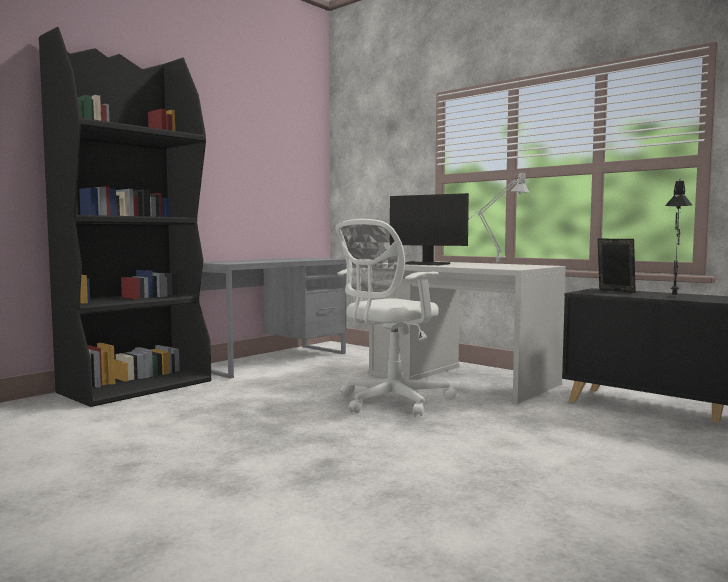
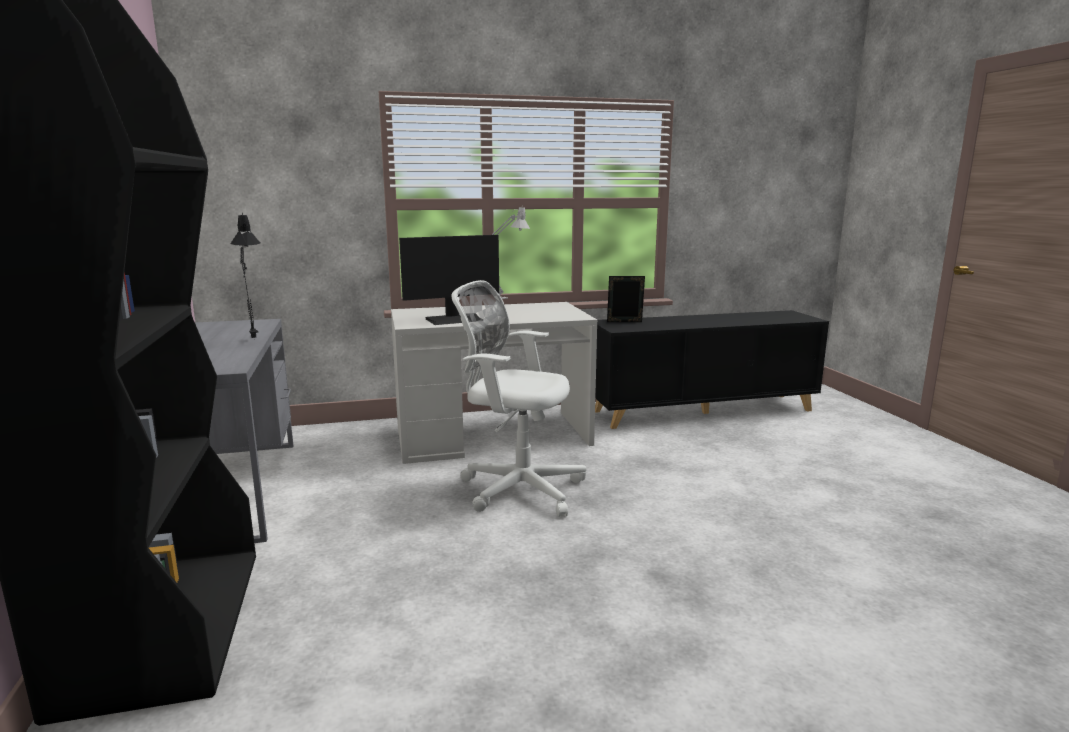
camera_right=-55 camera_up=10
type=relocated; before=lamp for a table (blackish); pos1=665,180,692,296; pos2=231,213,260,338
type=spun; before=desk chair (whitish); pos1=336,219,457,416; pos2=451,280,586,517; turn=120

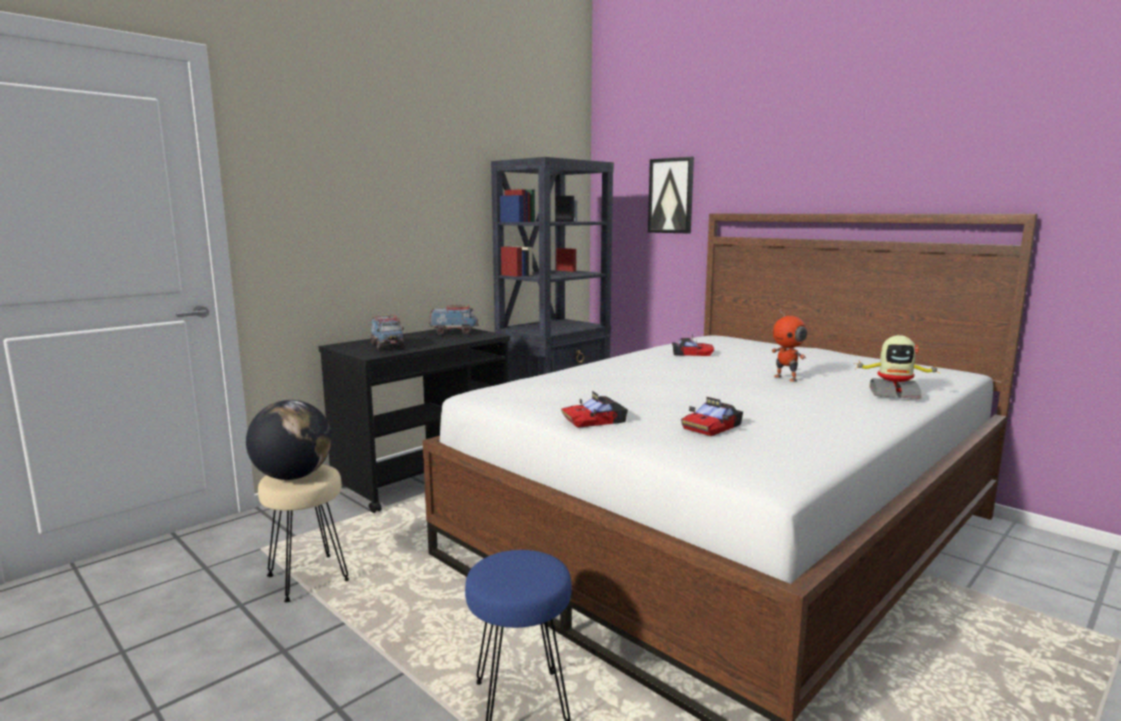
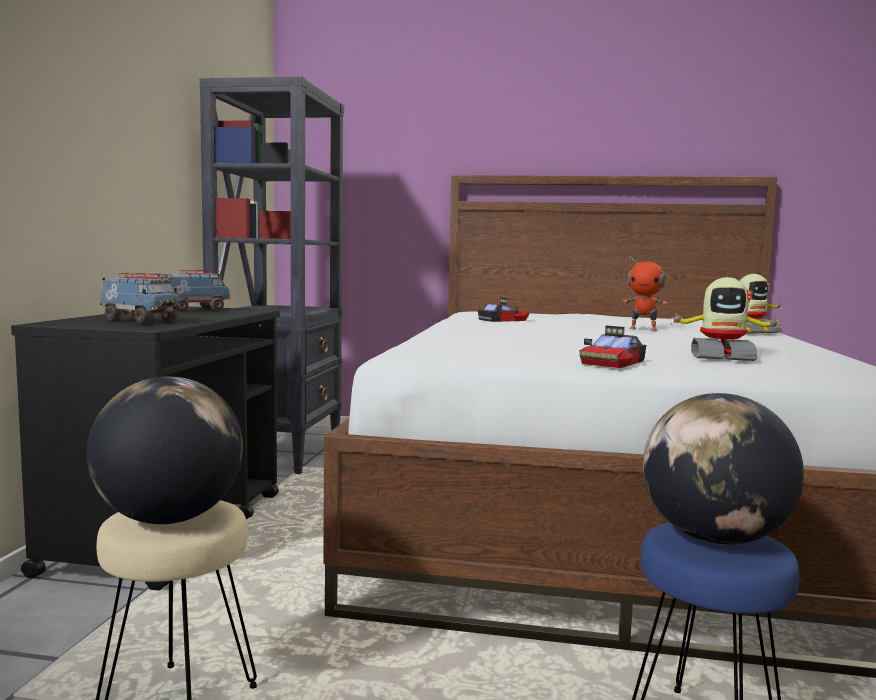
camera_right=-35 camera_up=-5
type=appeared; after=world globe; pos2=643,393,804,545
type=exchanged; before=toy car; after=toy robot; pos1=681,397,743,436; pos2=668,277,783,361
type=missing; before=picture; pos1=648,157,694,233

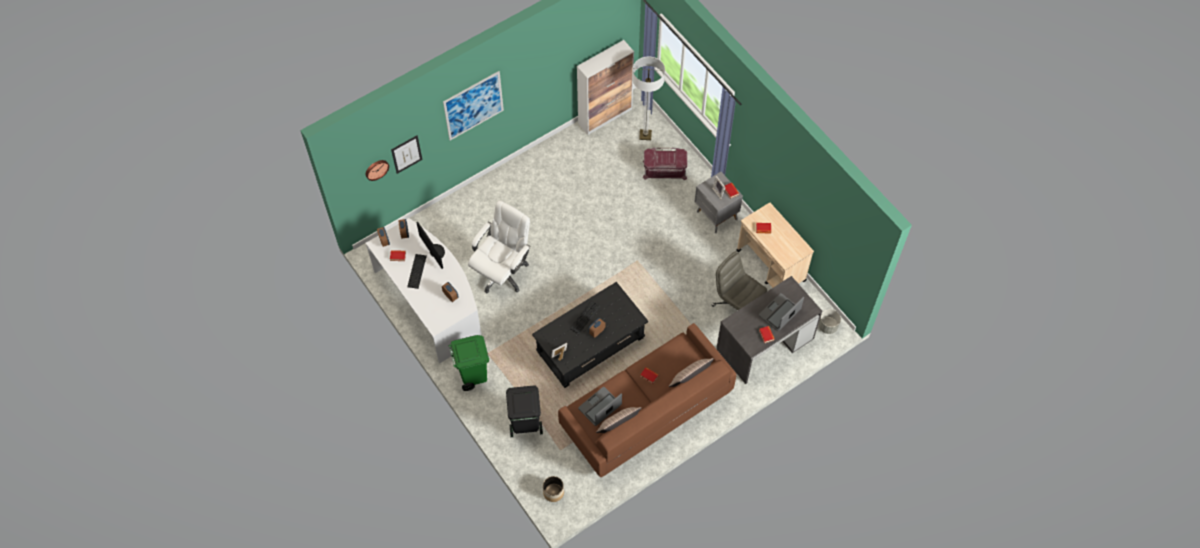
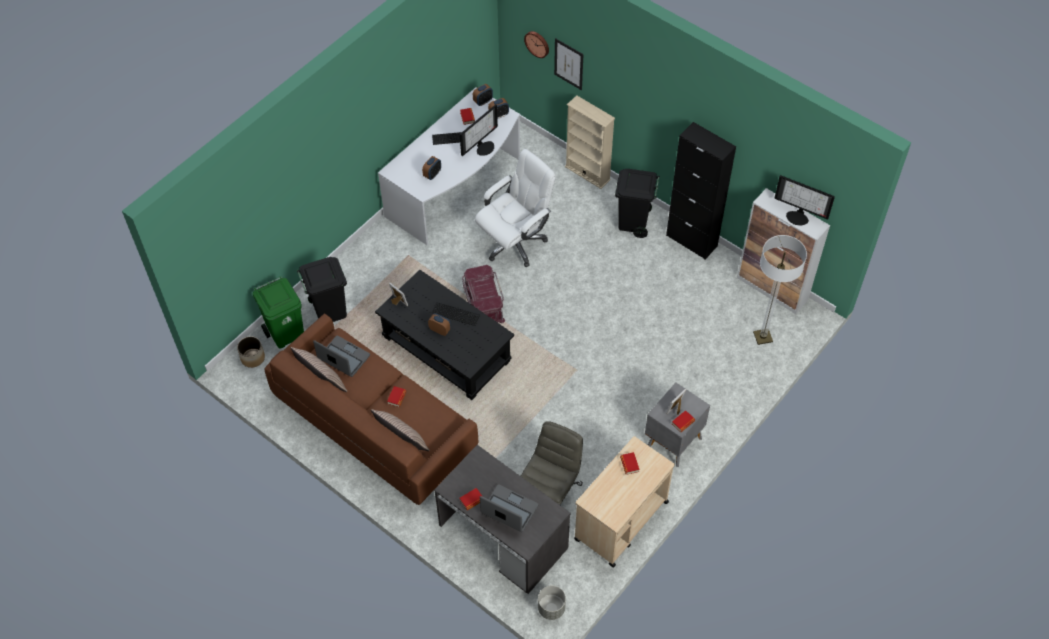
camera_right=75 camera_up=-5
type=relocated; before=trash can (green); pos1=448,335,489,391; pos2=253,276,304,349
type=relocated; before=storage container (red-coloured); pos1=643,148,687,180; pos2=462,265,505,324
type=spun; before=desk chair (whitish); pos1=468,200,531,293; pos2=475,149,556,267; turn=-60
type=appeared; after=bookshelf (beige-coloured); pos2=565,95,615,189
type=appeared; after=trash can (blackish); pos2=615,169,660,238
type=appeared; after=storage cabinet (blackish); pos2=666,122,736,259
type=appeared; after=computer screen; pos2=774,175,835,226
type=missing; before=picture; pos1=443,71,504,140

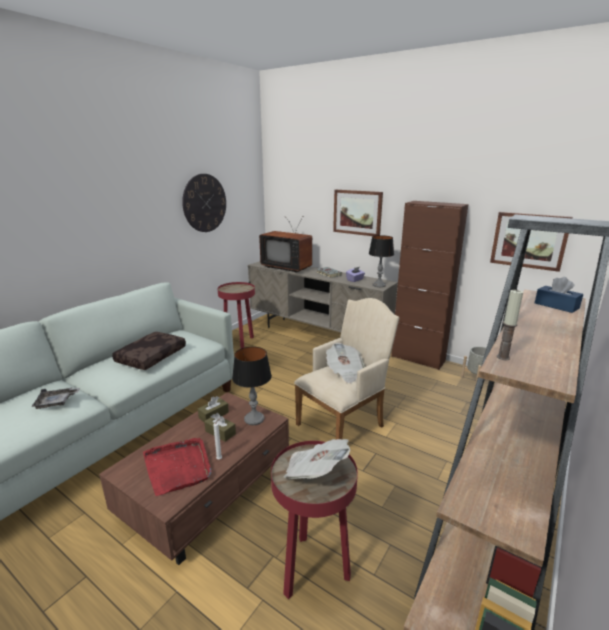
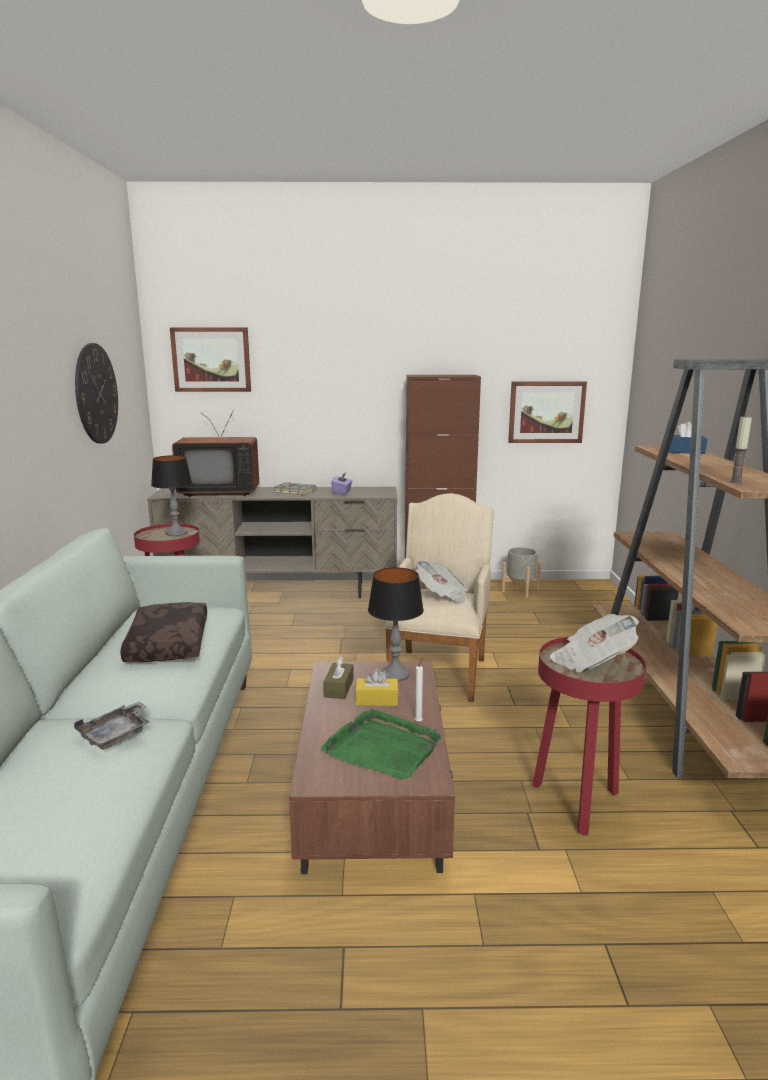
camera_right=-35 camera_up=-5
type=relocated; before=lamp for a table; pos1=369,235,394,287; pos2=151,455,192,536
type=relocated; before=picture; pos1=333,190,383,236; pos2=170,327,251,392
type=colour; before=serving tray (red-coloured); after=serving tray (green); pos1=143,438,212,496; pos2=321,708,442,780
type=colour; before=tissue holder (brown-coloured); after=tissue holder (yellow); pos1=204,413,236,442; pos2=355,669,399,706

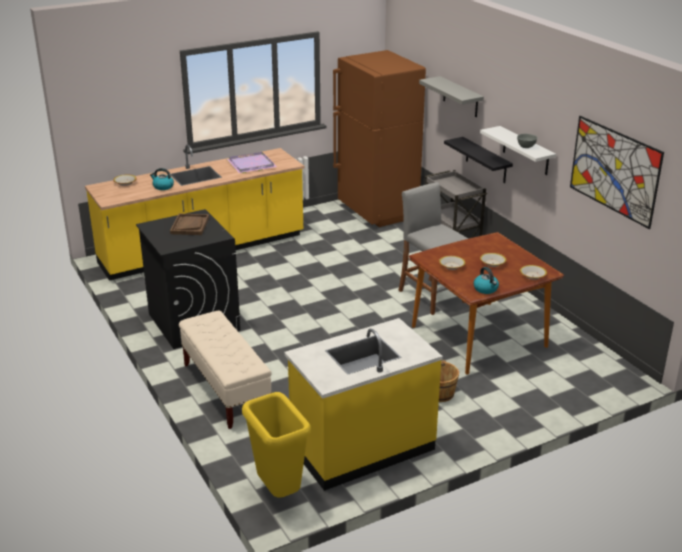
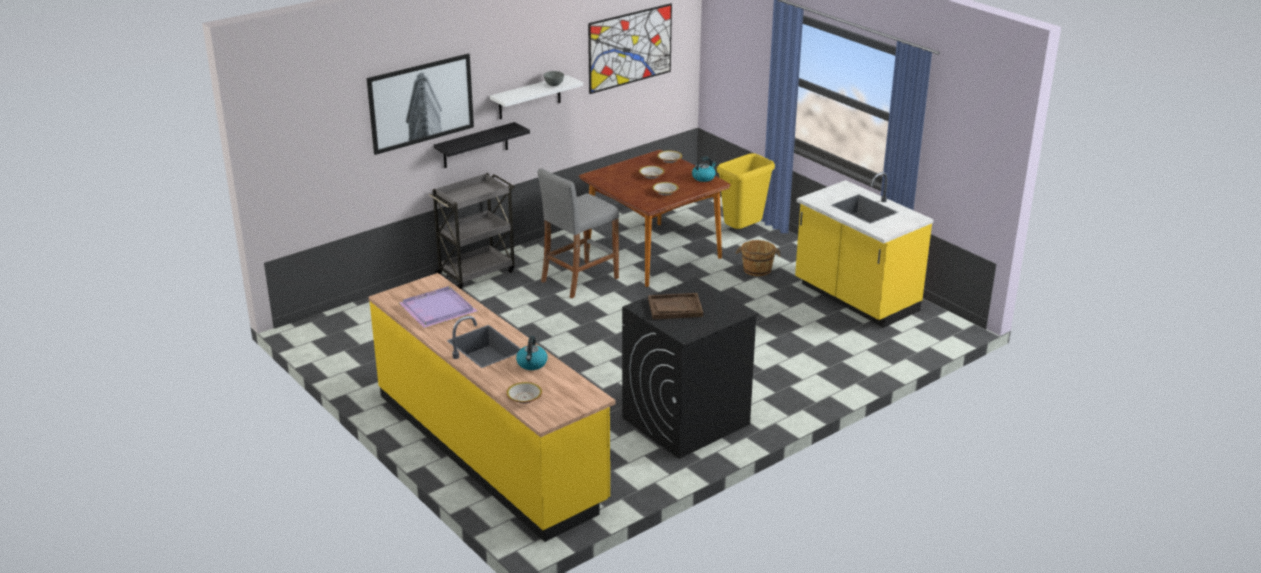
camera_right=-100 camera_up=0
type=exchanged; before=shelf (grey); after=picture; pos1=419,76,484,117; pos2=367,54,474,155
type=relocated; before=trash can (yellow); pos1=242,392,311,498; pos2=717,153,775,229
type=missing; before=indoor bench (beige-coloured); pos1=179,311,272,429
type=missing; before=kitchen fridge (brown-coloured); pos1=333,50,426,227

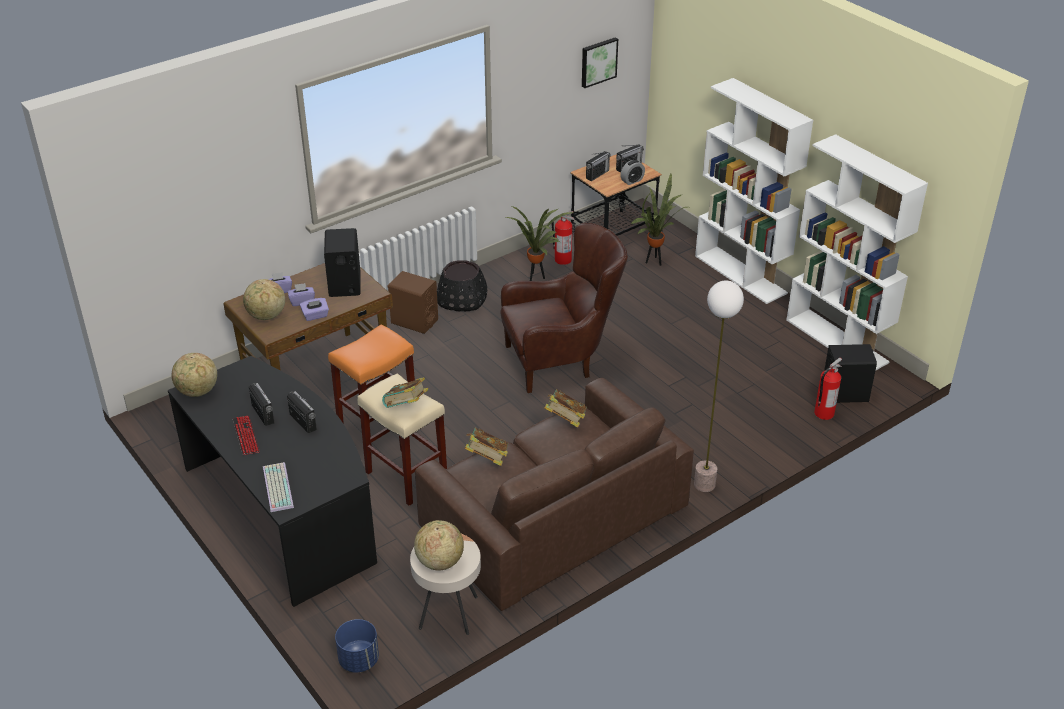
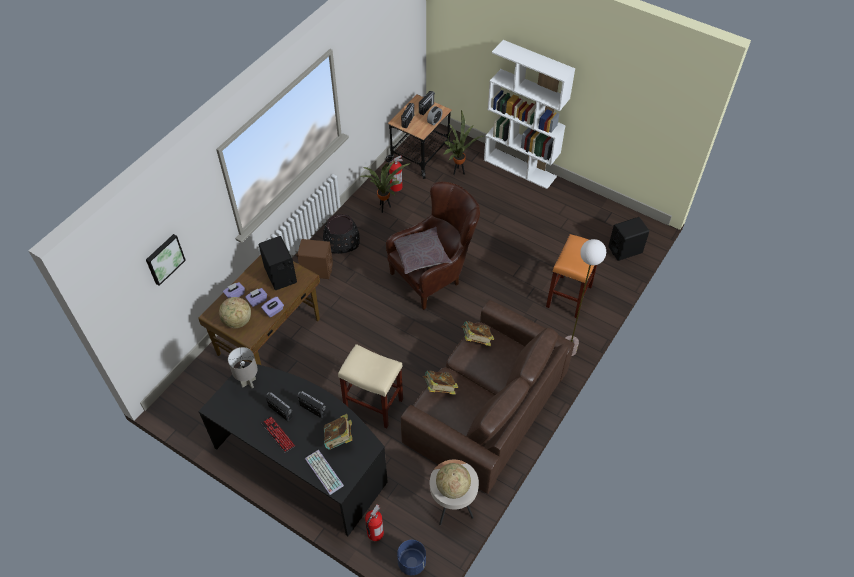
camera_right=-20 camera_up=15
type=relocated; before=picture; pos1=582,38,618,88; pos2=146,234,186,286
type=appeared; after=lamp for a table (grey); pos2=228,347,258,388
type=relocated; before=bound book; pos1=382,377,428,408; pos2=324,414,352,450
type=relocated; before=extinguisher; pos1=814,358,842,420; pos2=365,504,384,541
type=appeared; after=throw pillow (grey); pos2=394,227,452,274
type=relocated; before=stool seat (orange); pos1=328,324,415,446; pos2=546,234,597,318
type=missing; before=world globe; pos1=172,353,217,397
type=missing; before=bookshelf (whitish); pos1=786,134,928,370

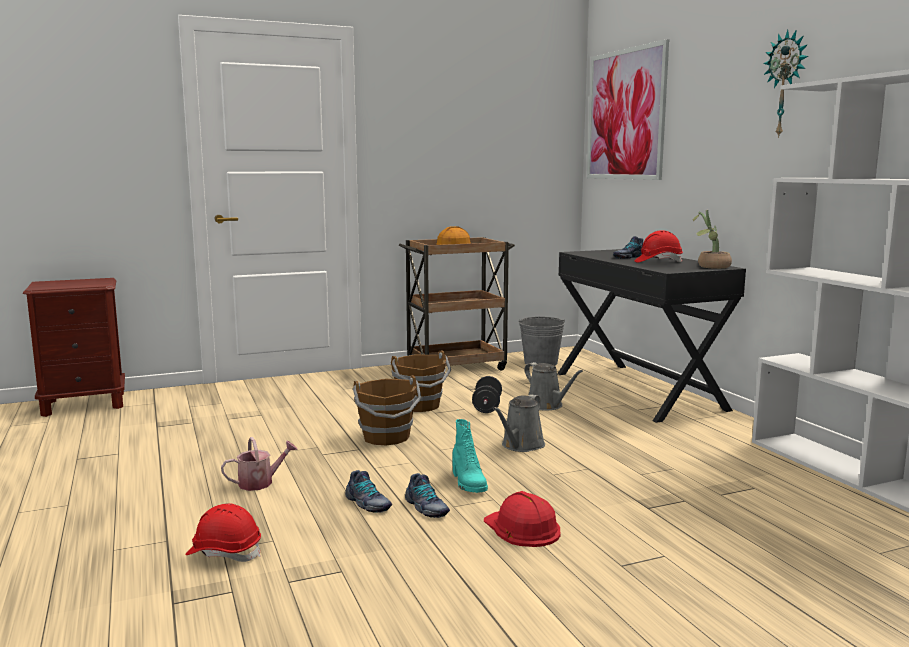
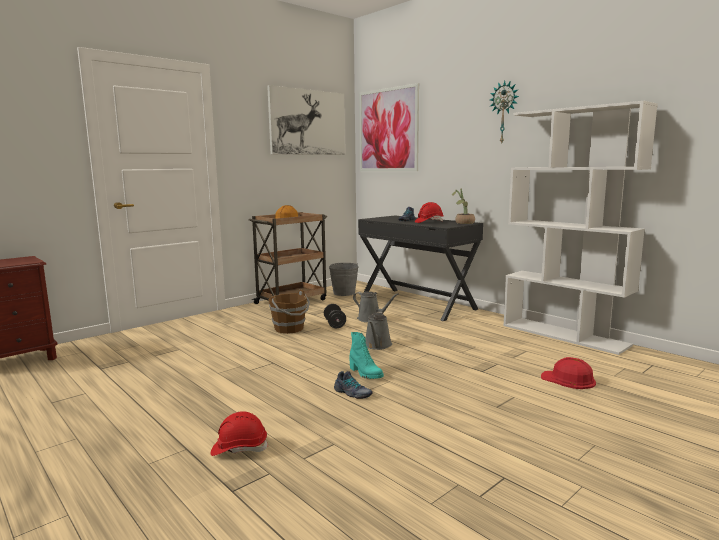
camera_right=-20 camera_up=0
type=appeared; after=picture; pos2=267,85,345,155
type=relocated; before=hard hat (red-coloured); pos1=484,491,560,547; pos2=541,357,596,389
type=missing; before=sprinkling can; pos1=221,437,298,491
type=missing; before=item of footwear; pos1=345,470,392,513
type=missing; before=bucket (brown-coloured); pos1=353,375,422,445

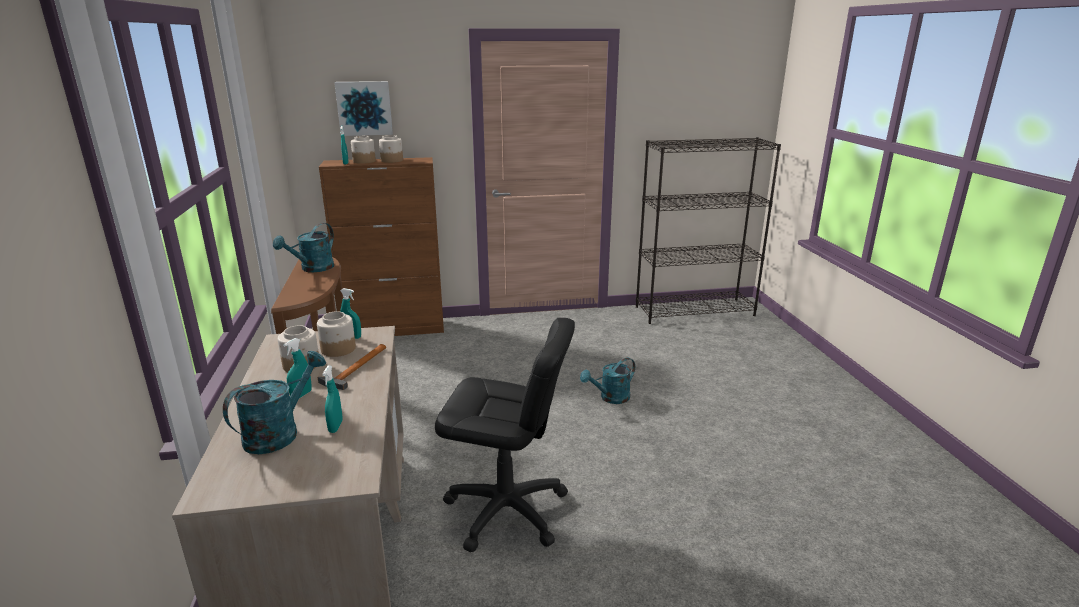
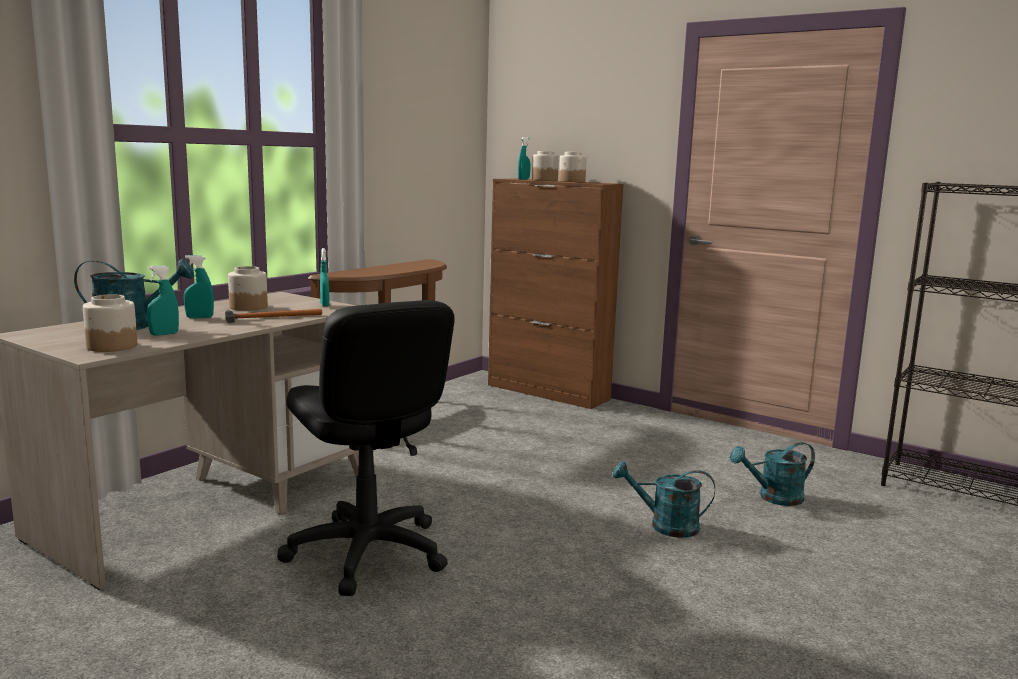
camera_right=45 camera_up=-10
type=relocated; before=jar; pos1=317,311,356,357; pos2=83,294,137,352
type=relocated; before=sprinkling can (blue-green); pos1=273,223,334,272; pos2=730,442,815,506
type=missing; before=picture; pos1=334,81,393,136

